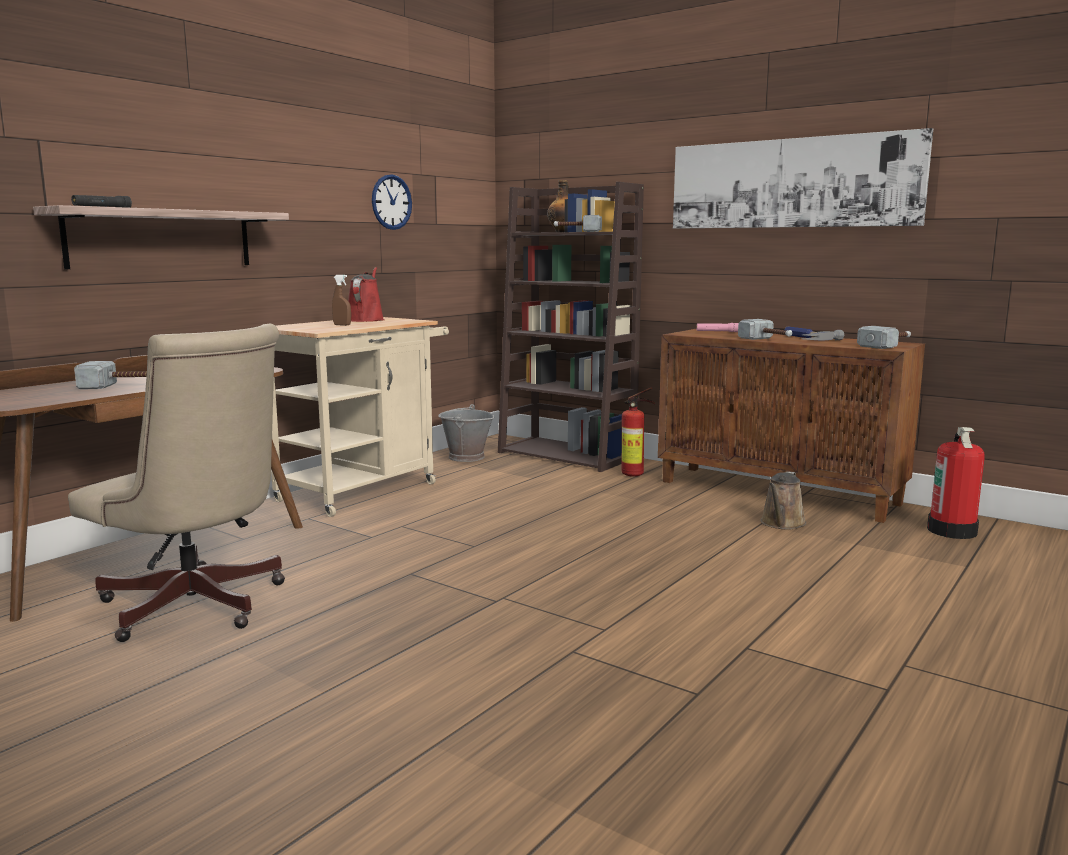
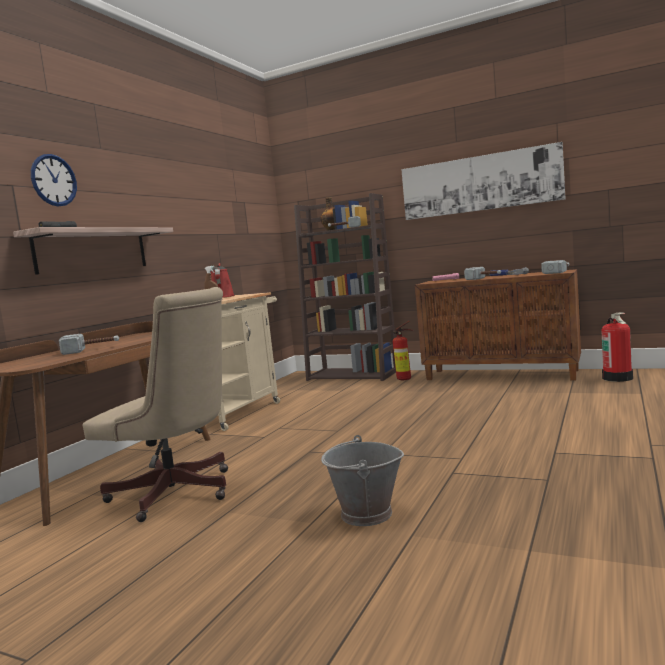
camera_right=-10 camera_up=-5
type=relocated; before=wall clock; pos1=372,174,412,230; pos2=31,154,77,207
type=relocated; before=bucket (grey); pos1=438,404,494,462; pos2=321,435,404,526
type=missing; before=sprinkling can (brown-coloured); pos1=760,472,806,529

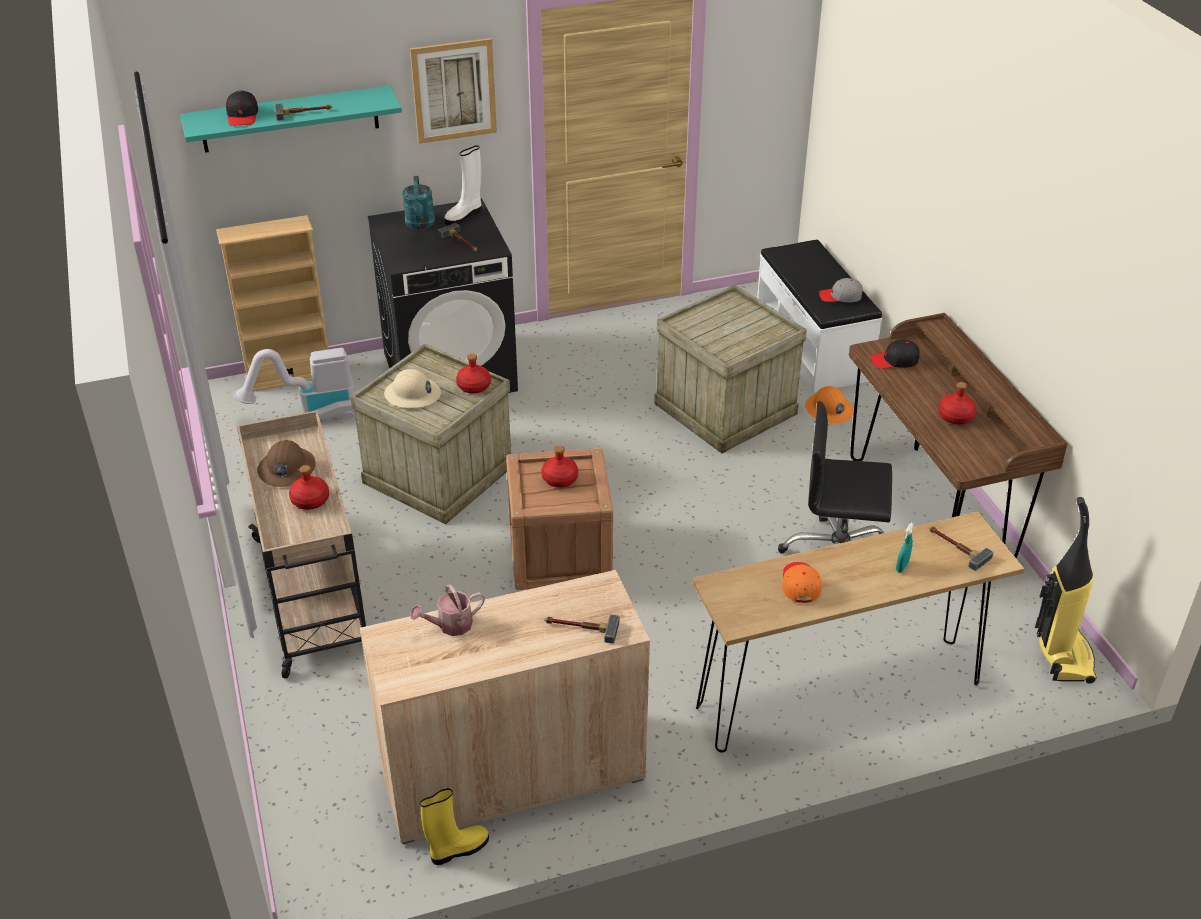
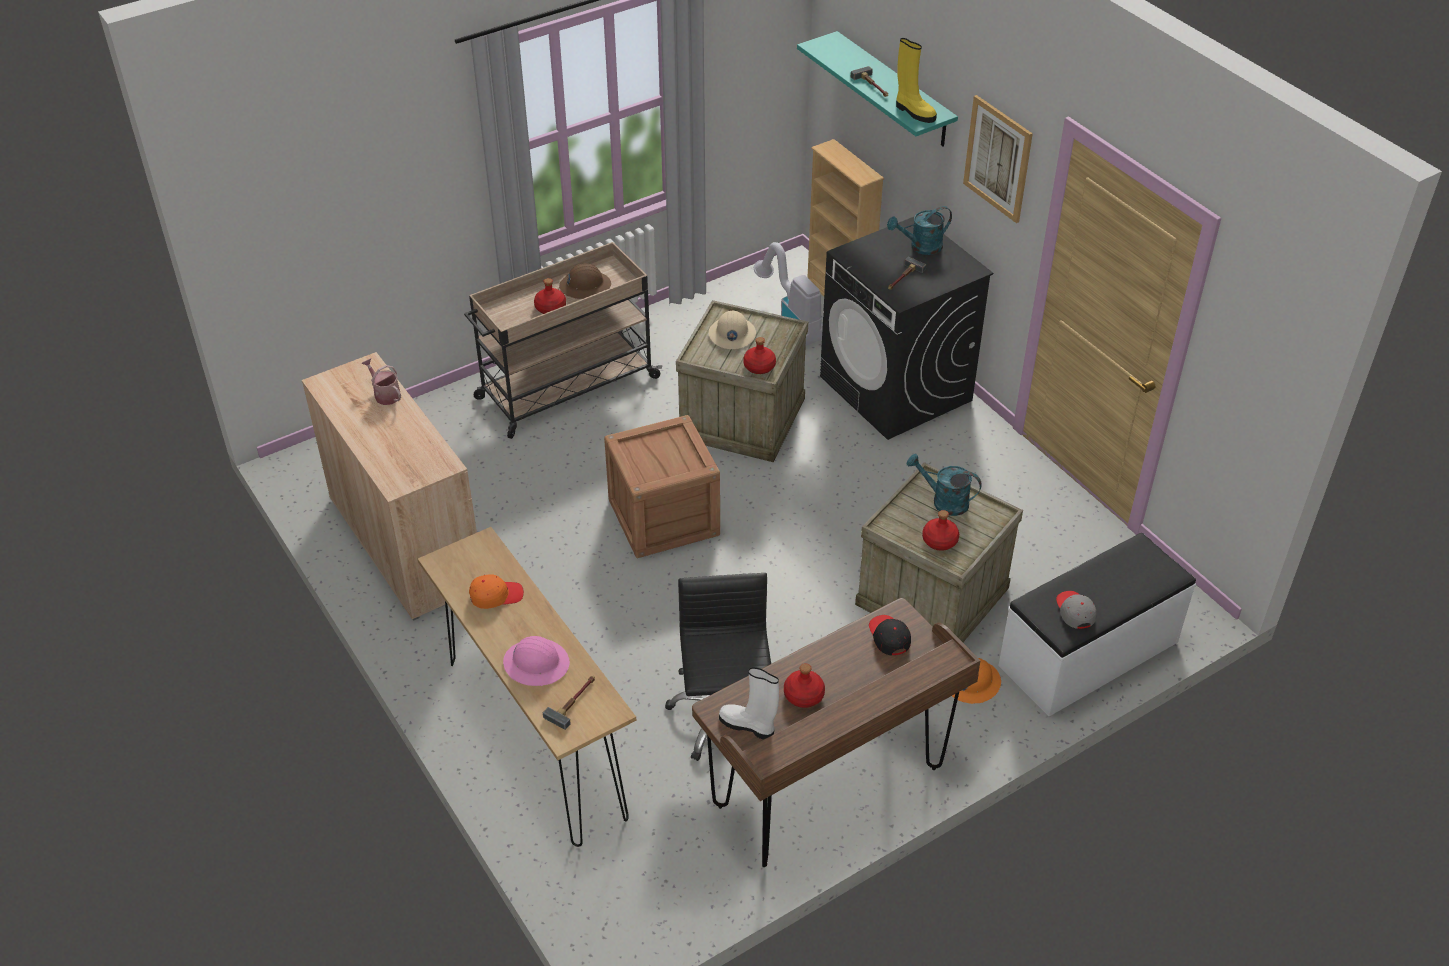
camera_right=75 camera_up=5
type=exchanged; before=hand sprayer (blue-green); after=hard hat (pink); pos1=896,523,914,573; pos2=503,636,570,686
type=relocated; before=boot (whitish); pos1=445,145,482,225; pos2=719,667,779,740
type=relocated; before=boot (yellow); pos1=420,788,489,865; pos2=896,38,937,123
type=appeared; after=sprinkling can (blue-green); pos2=906,454,982,516
type=relocated; before=bottle (red-coloured); pos1=541,446,578,488; pos2=922,510,959,551
type=missing; before=baseball cap (blackish); pos1=226,90,258,126
type=missing; before=hammer; pos1=544,614,620,644
type=missing; before=hoover; pos1=1035,497,1096,684

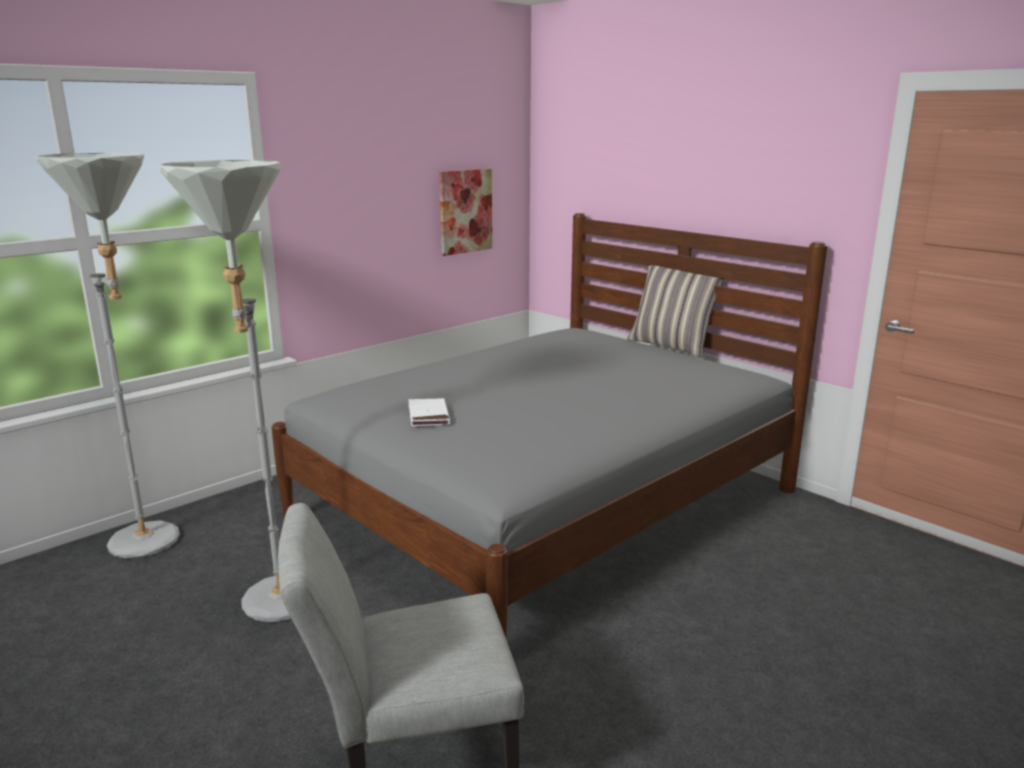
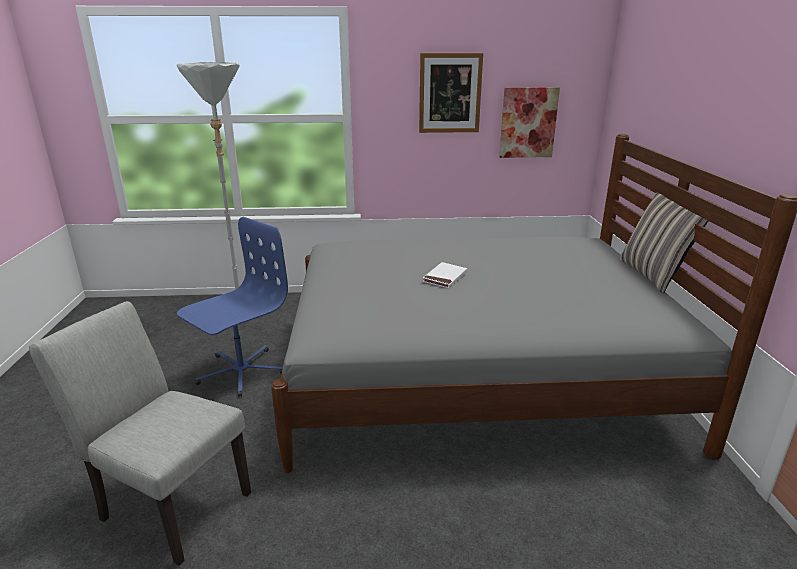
camera_right=40 camera_up=5
type=exchanged; before=standard lamp (grey); after=desk chair (blue); pos1=159,160,291,622; pos2=177,217,288,397
type=appeared; after=picture; pos2=419,53,483,133
type=relocated; before=bound book (whitish); pos1=408,398,450,426; pos2=423,262,467,288

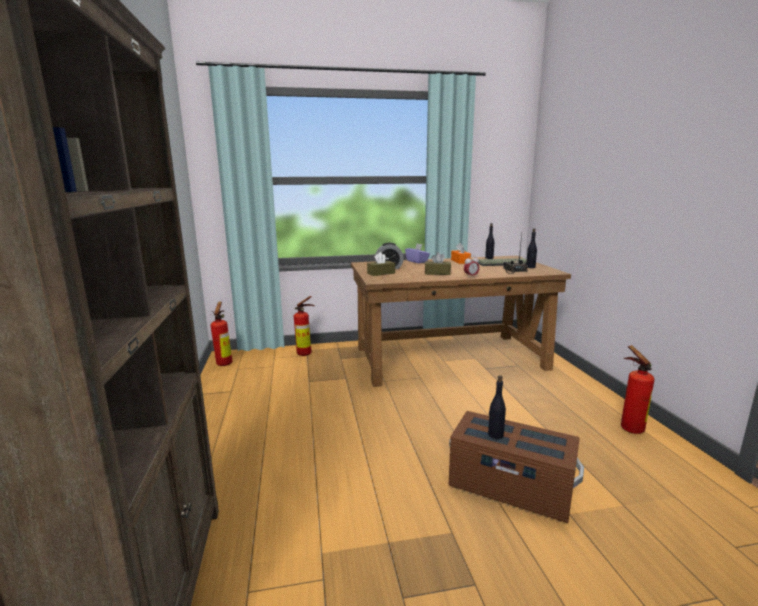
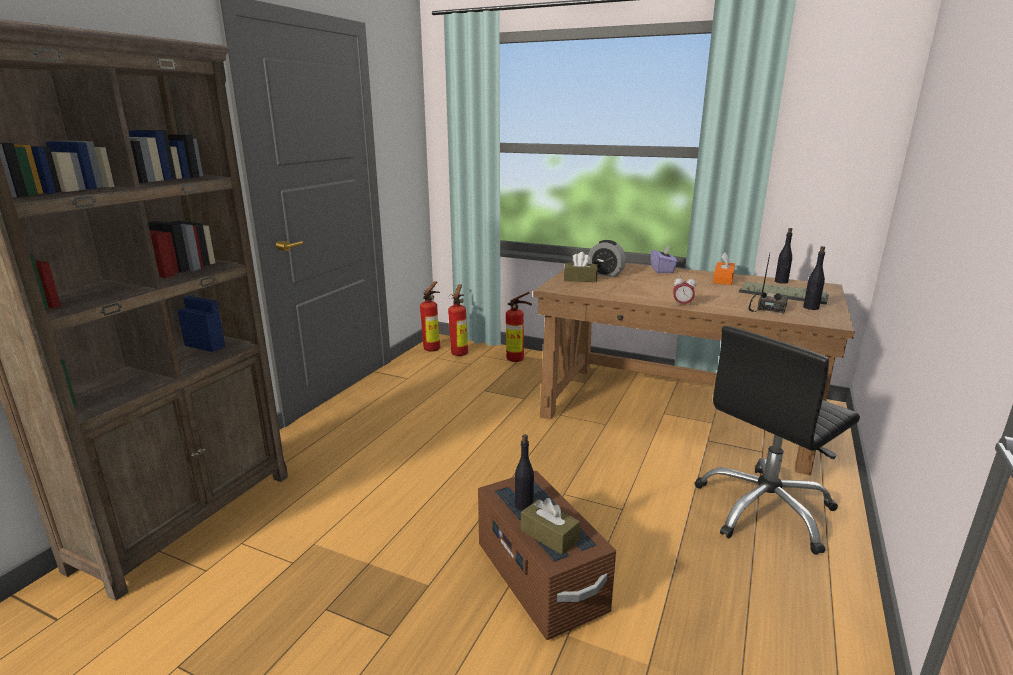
camera_right=35 camera_up=5
type=relocated; before=extinguisher; pos1=621,345,654,434; pos2=448,284,468,356
type=relocated; before=tissue holder (brown-coloured); pos1=425,252,451,275; pos2=521,498,580,555
type=appeared; after=desk chair (blackish); pos2=695,326,860,555

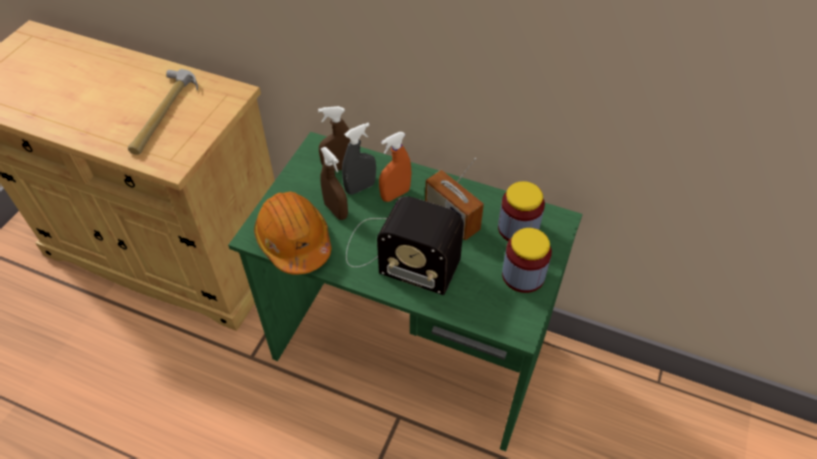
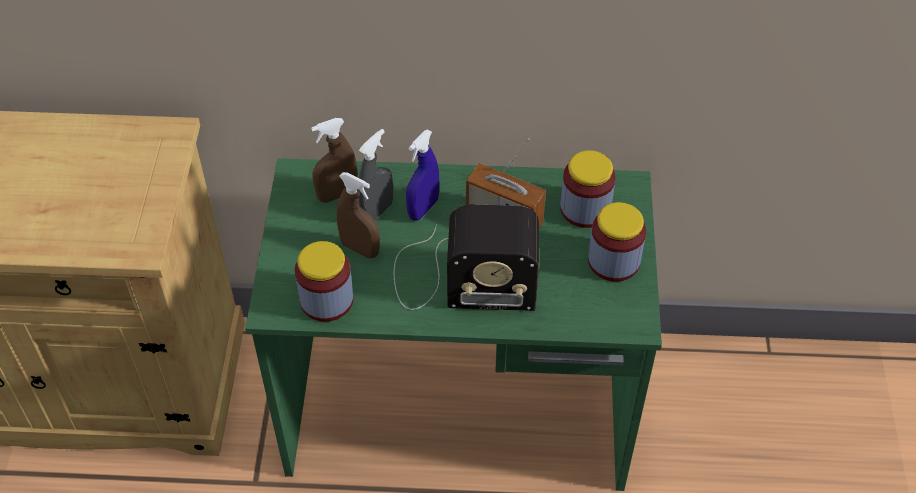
camera_right=-20 camera_up=0
type=exchanged; before=hard hat (orange); after=jar; pos1=254,192,331,275; pos2=295,241,354,322
type=colour; before=hand sprayer (orange); after=hand sprayer (blue); pos1=379,132,412,202; pos2=406,129,439,221
type=missing; before=hammer; pos1=128,69,198,155

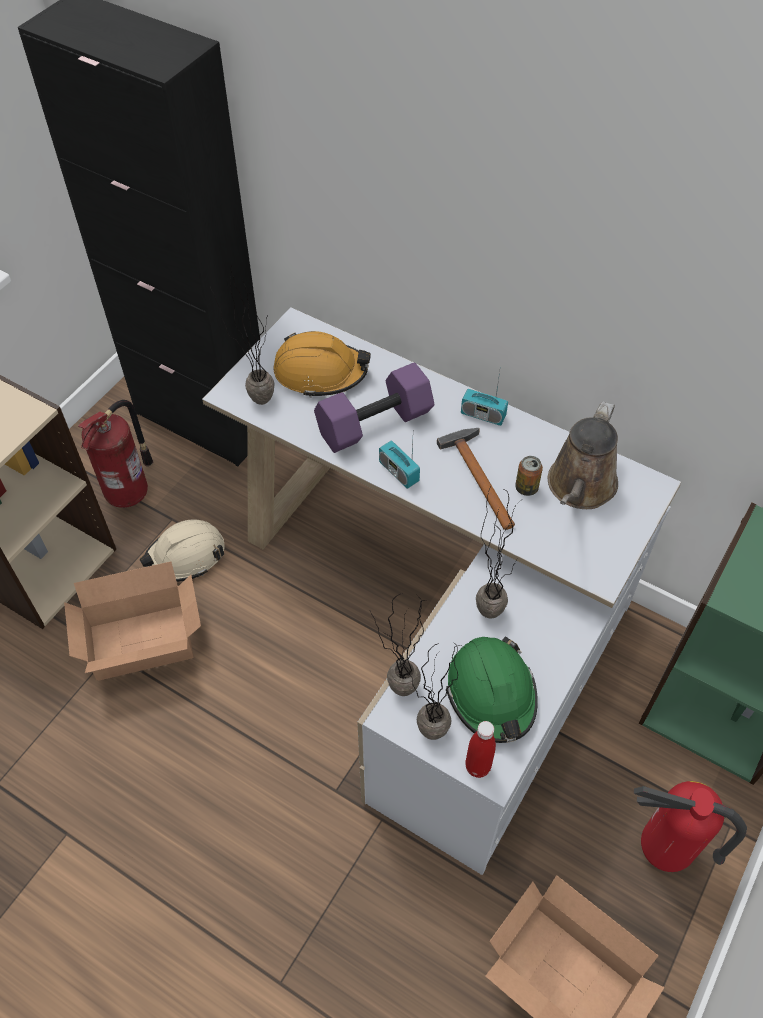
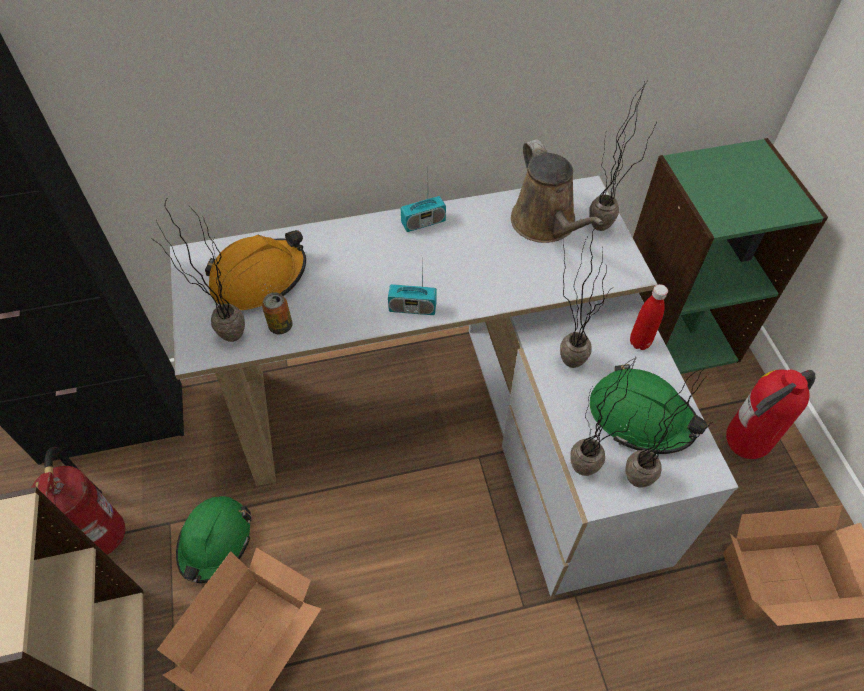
camera_right=-45 camera_up=0
type=colour; before=hard hat (beige-coloured); after=hard hat (green); pos1=140,519,225,582; pos2=176,496,252,583
type=relocated; before=metal can; pos1=515,456,543,496; pos2=262,293,293,334
type=appeared; after=potted plant; pos2=589,79,657,231
type=relocated; before=bottle (red-coloured); pos1=465,721,496,778; pos2=630,284,668,350
type=missing; before=free weight (purple); pos1=314,362,434,453
type=missing; before=hammer; pos1=437,428,515,530

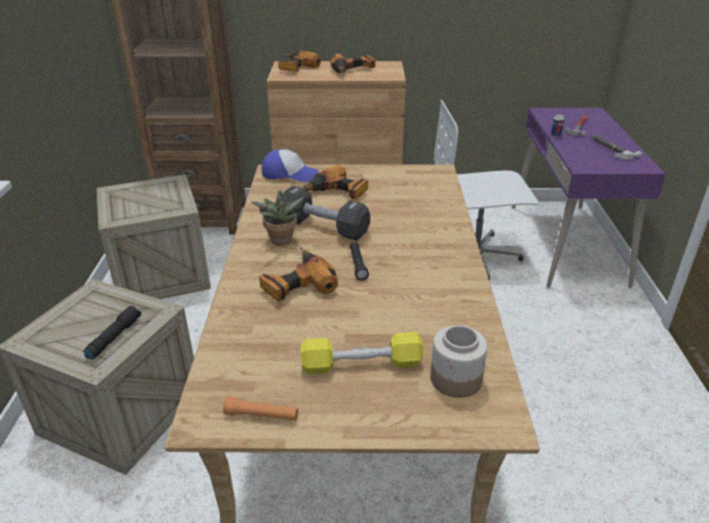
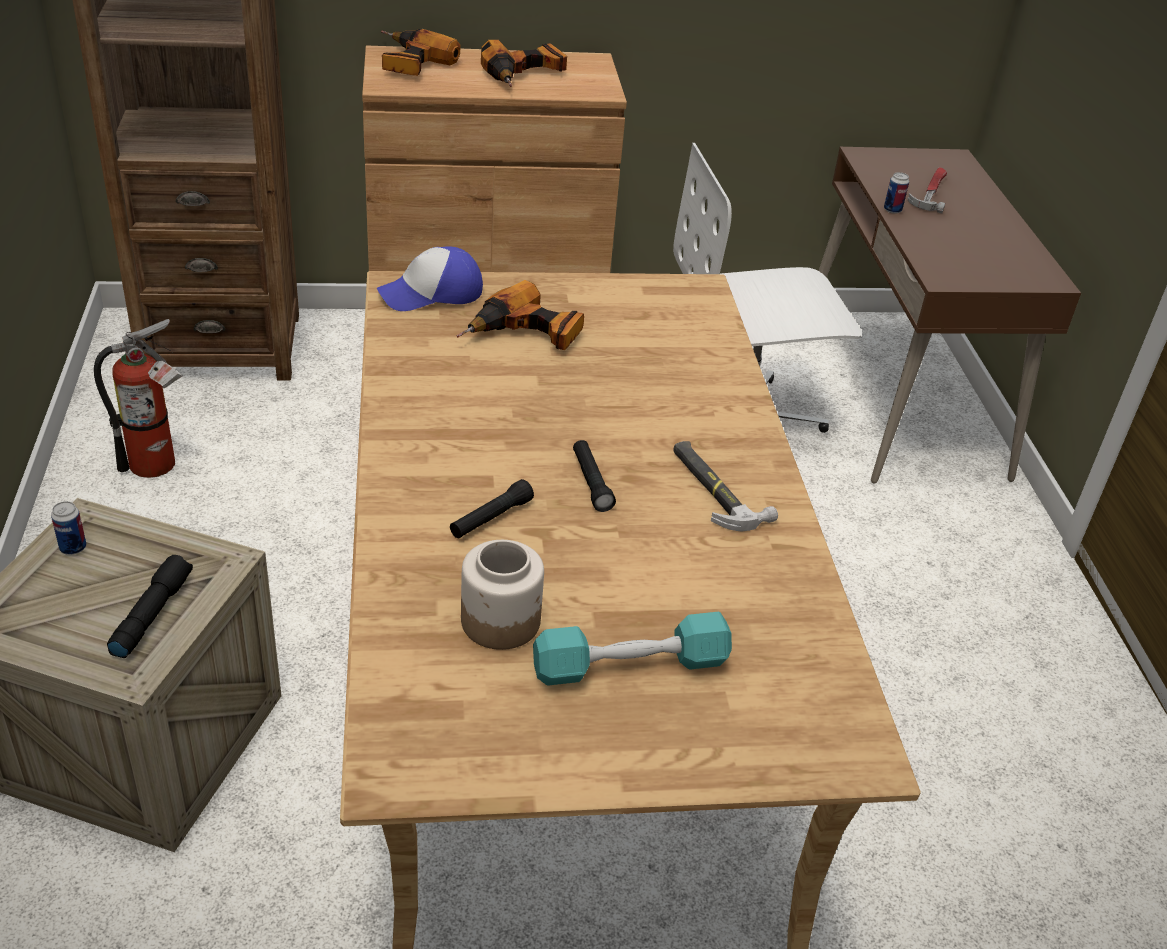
camera_right=-10 camera_up=5
type=appeared; after=metal can; pos2=51,501,86,555
type=exchanged; before=shipping crate; after=extinguisher; pos1=97,174,211,299; pos2=94,319,182,478
type=spun; before=baseball cap; pos1=262,149,319,182; pos2=377,246,483,311; turn=150
type=exchanged; before=electric drill; after=flashlight (blackish); pos1=259,246,338,302; pos2=450,479,534,538
type=relocated; before=jar; pos1=430,325,488,398; pos2=461,540,544,650
type=colour; before=free weight (yellow); after=free weight (blue-green); pos1=301,332,423,374; pos2=533,612,732,686
type=relocated; before=hammer; pos1=592,135,642,160; pos2=673,441,778,532
type=colour; before=desk (purple); after=desk (brown-coloured); pos1=512,108,666,288; pos2=819,147,1081,484
type=missing; before=flashlight (orange); pos1=223,396,298,421
type=missing; before=potted plant; pos1=251,190,304,246
type=missing; before=free weight (blackish); pos1=281,186,370,241

